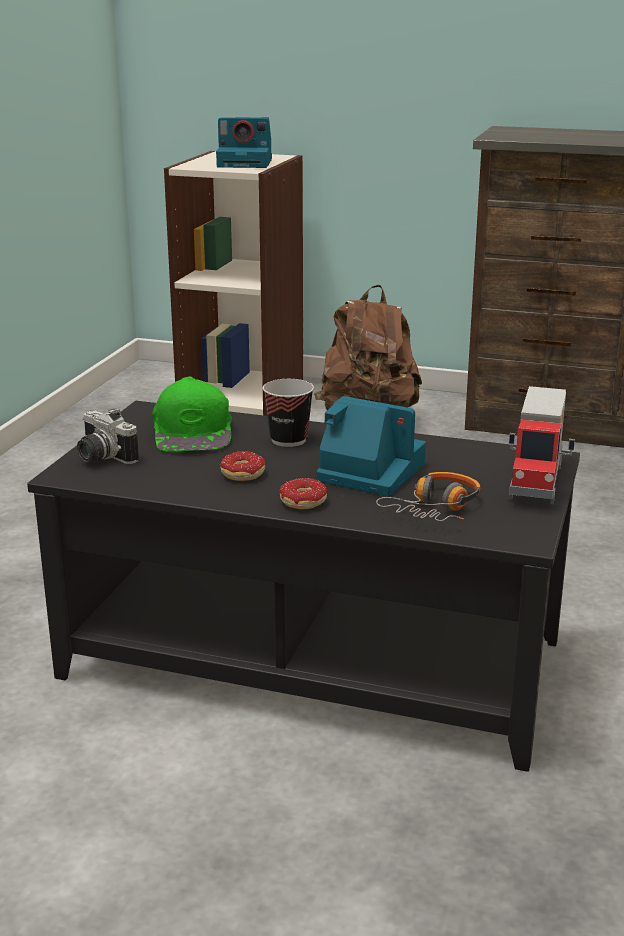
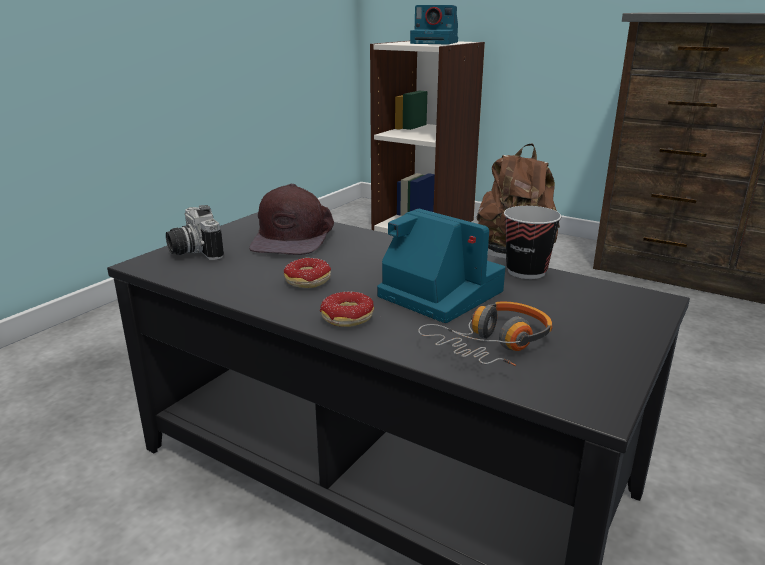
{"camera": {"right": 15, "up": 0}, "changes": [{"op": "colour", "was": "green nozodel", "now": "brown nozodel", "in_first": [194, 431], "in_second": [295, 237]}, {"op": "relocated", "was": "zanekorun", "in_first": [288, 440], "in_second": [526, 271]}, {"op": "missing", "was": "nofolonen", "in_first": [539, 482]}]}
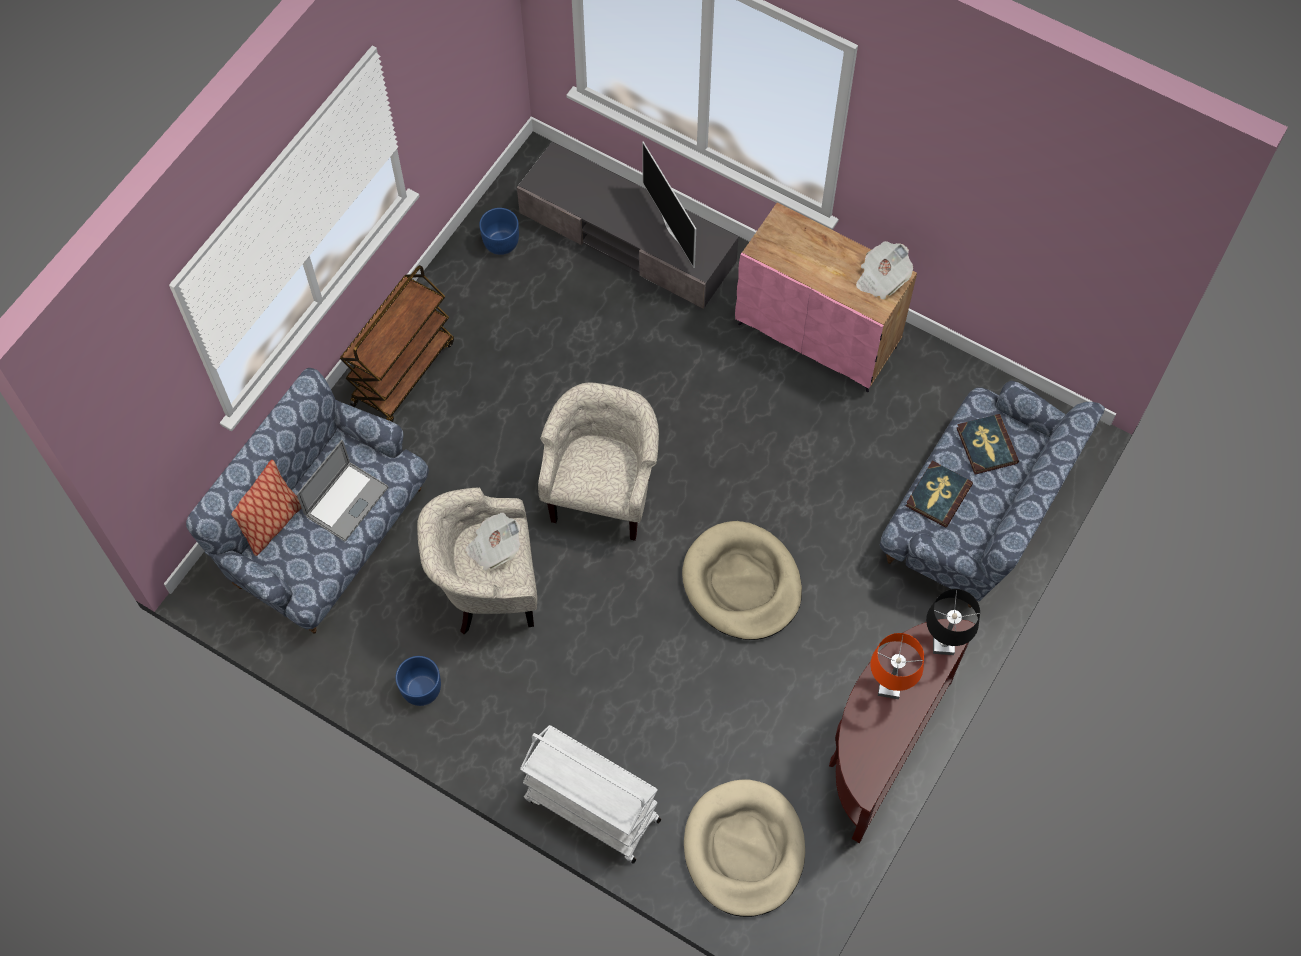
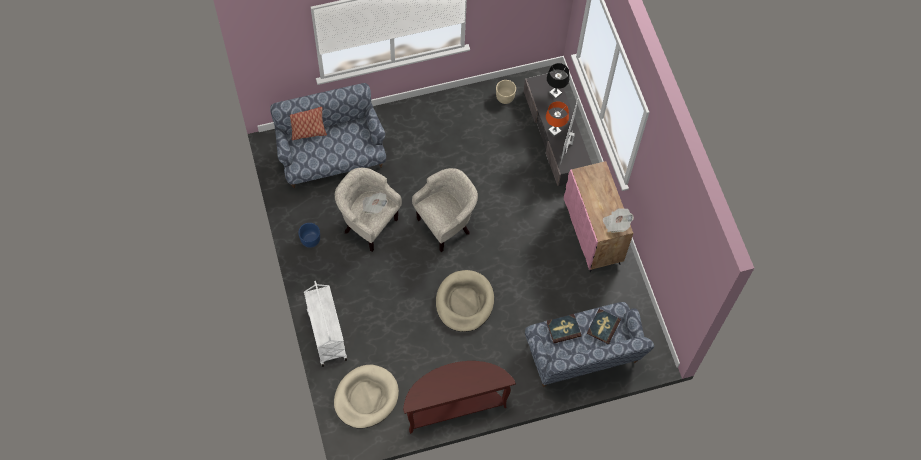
{"camera": {"right": 40, "up": 0}, "changes": [{"op": "colour", "was": "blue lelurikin", "now": "beige lelurikin", "in_first": [501, 243], "in_second": [505, 97]}, {"op": "relocated", "was": "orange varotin", "in_first": [889, 687], "in_second": [554, 131]}, {"op": "relocated", "was": "black varotin", "in_first": [943, 645], "in_second": [555, 94]}, {"op": "missing", "was": "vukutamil", "in_first": [346, 501]}, {"op": "missing", "was": "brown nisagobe", "in_first": [403, 372]}]}
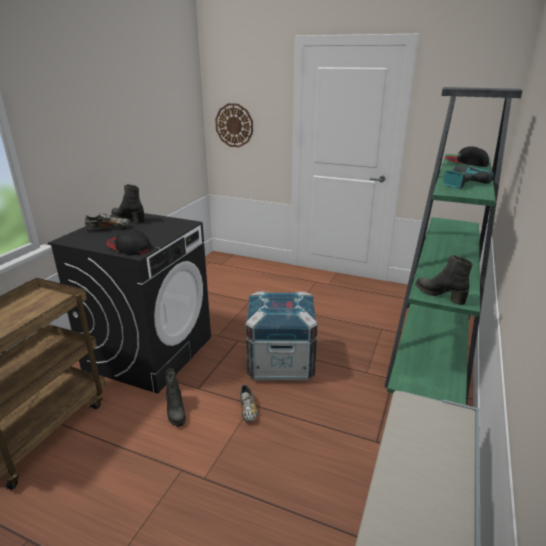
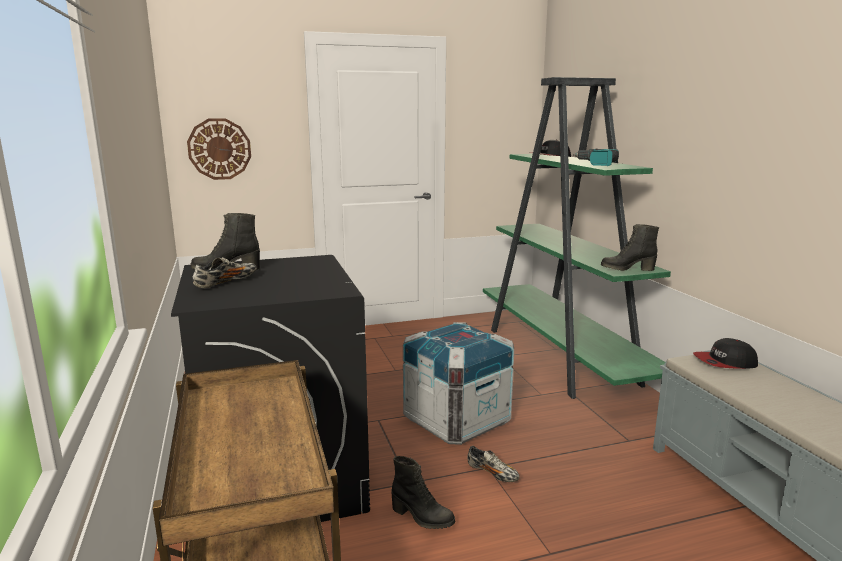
{"camera": {"right": -40, "up": -10}, "changes": [{"op": "relocated", "was": "nozodel", "in_first": [129, 247], "in_second": [725, 362]}]}
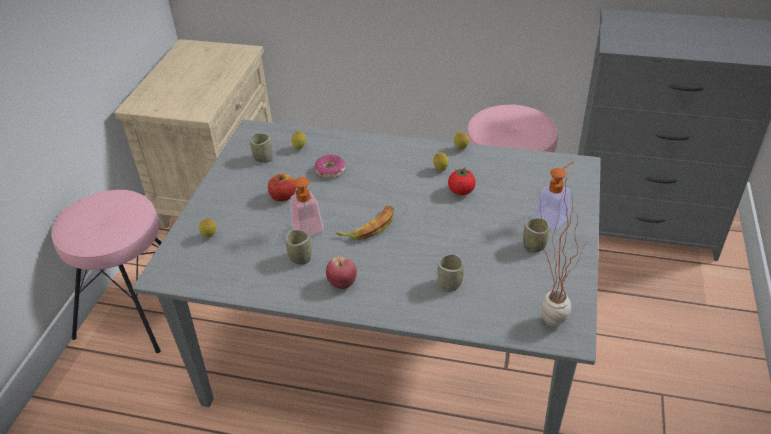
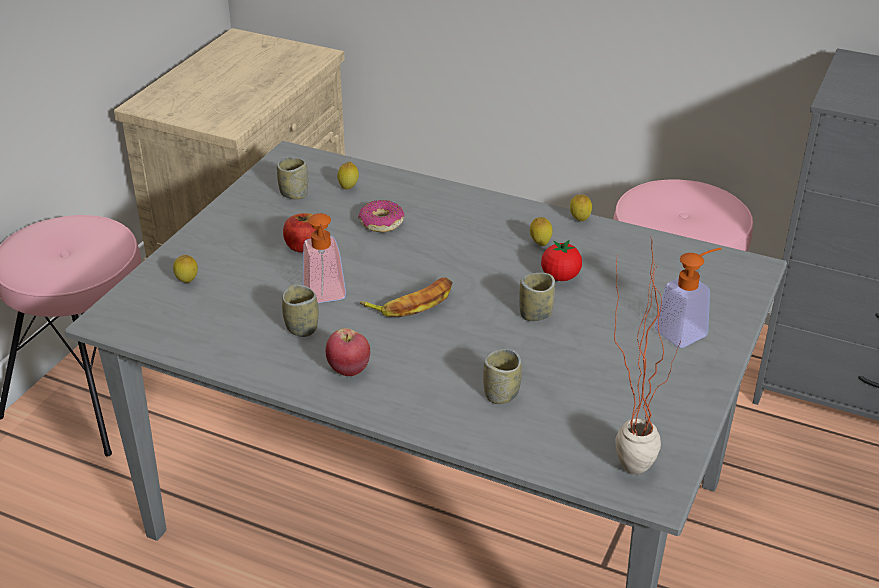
{"camera": {"right": 10, "up": -5}, "changes": [{"op": "relocated", "was": "zanekorun", "in_first": [534, 246], "in_second": [535, 314]}]}
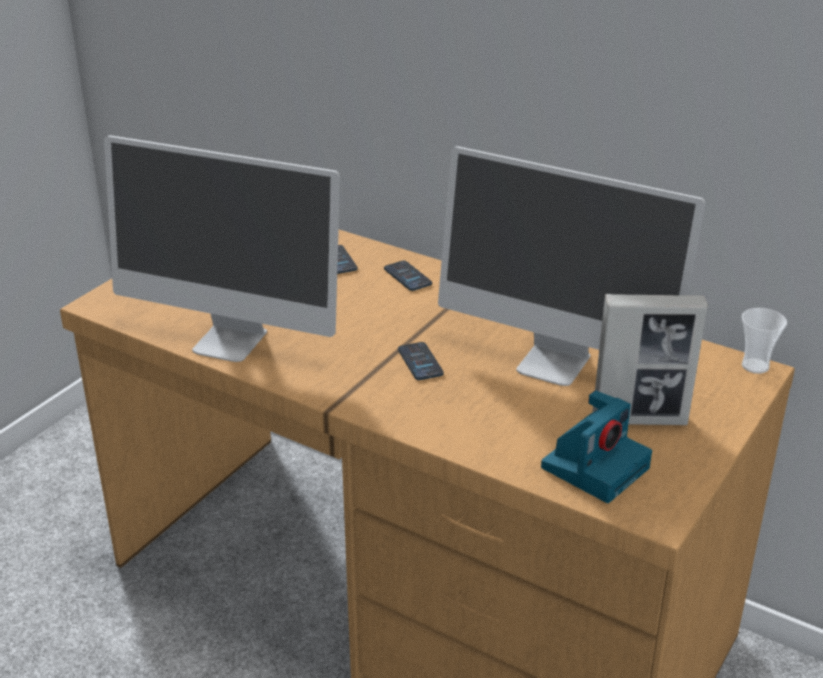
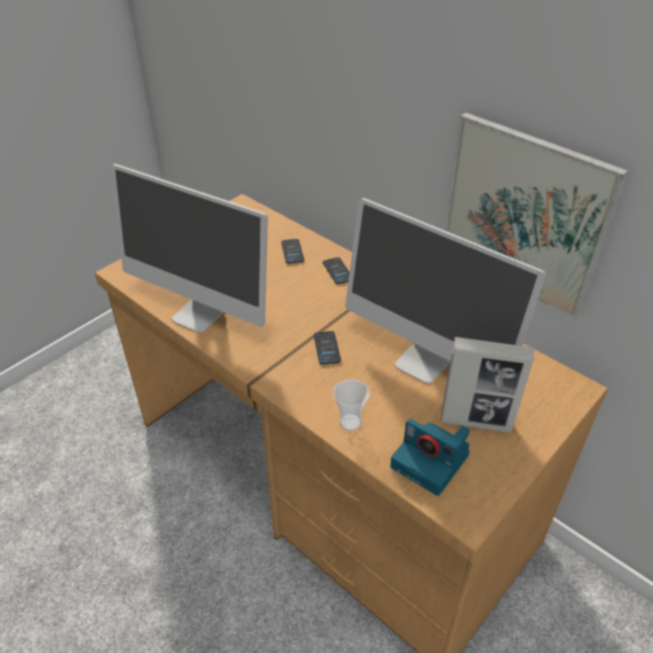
{"camera": {"right": 10, "up": 10}, "changes": [{"op": "relocated", "was": "zanekorun", "in_first": [755, 366], "in_second": [350, 422]}, {"op": "spun", "was": "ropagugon", "in_first": [595, 466], "in_second": [431, 461], "clockwise": 75}, {"op": "appeared", "now": "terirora", "in_second": [524, 215]}]}
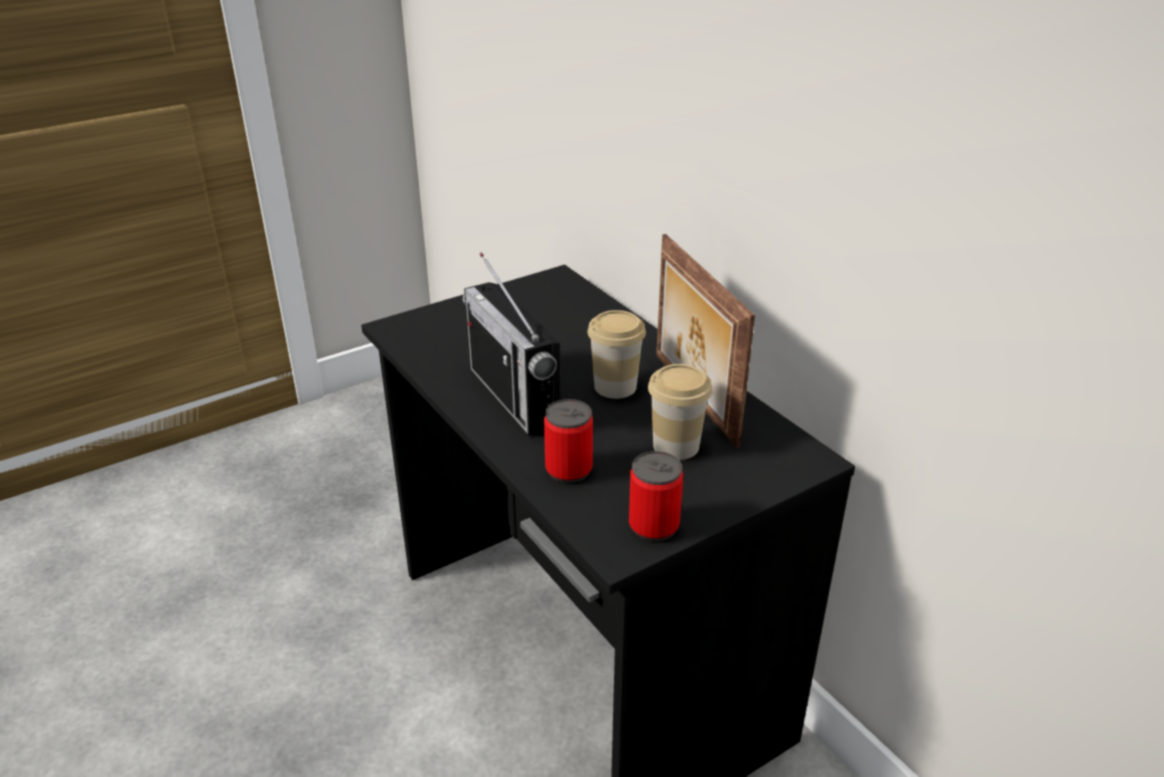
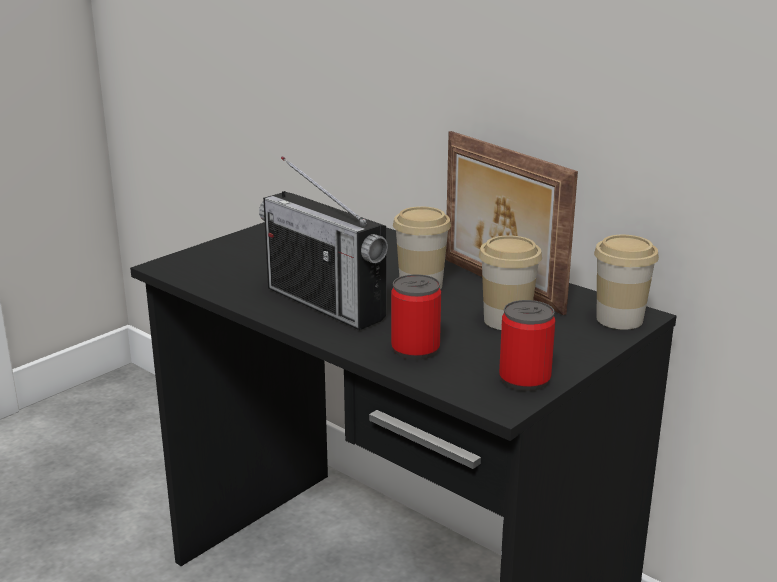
{"camera": {"right": -15, "up": -10}, "changes": [{"op": "appeared", "now": "zanekorun", "in_second": [619, 319]}]}
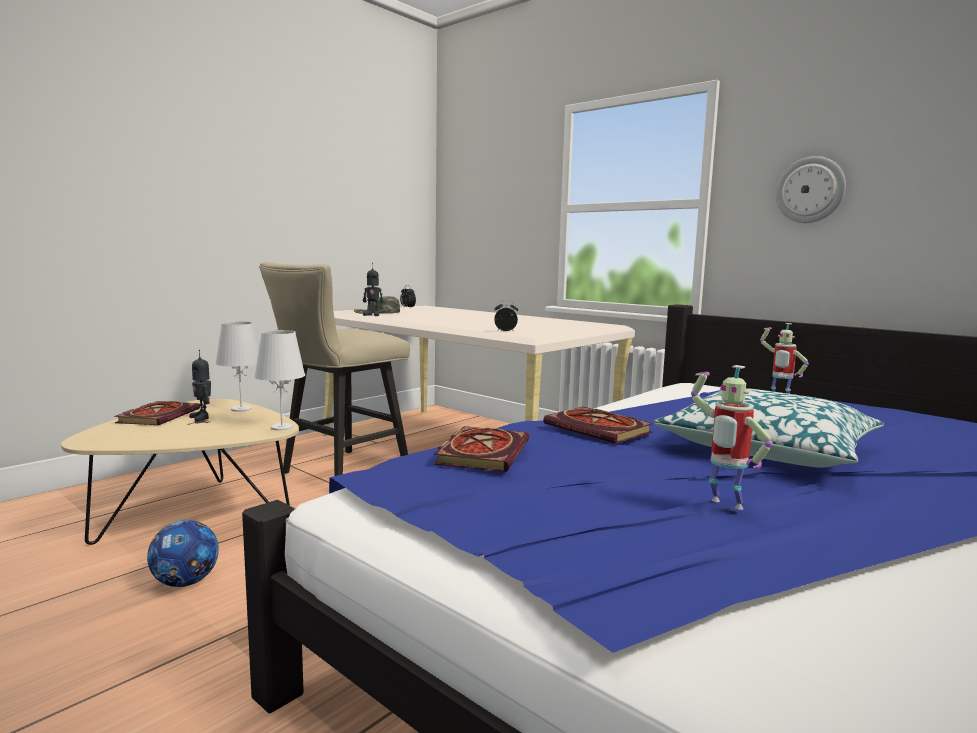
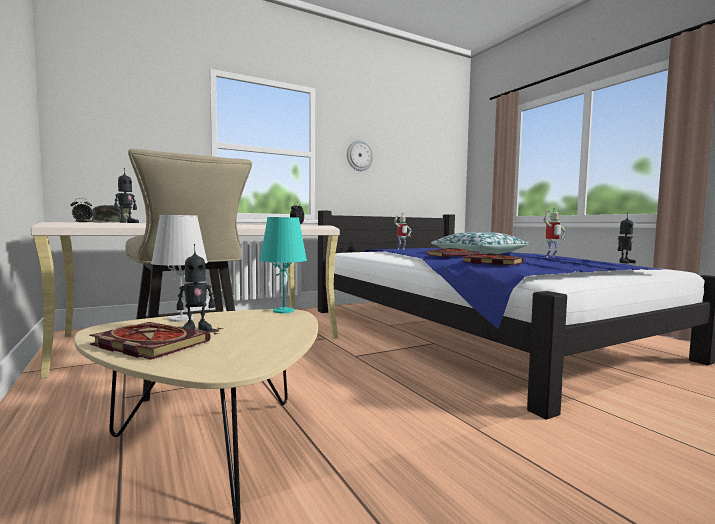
{"camera": {"right": -70, "up": -5}, "changes": [{"op": "colour", "was": "white varotin", "now": "turquoise varotin", "in_first": [281, 427], "in_second": [283, 311]}, {"op": "appeared", "now": "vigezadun", "in_second": [624, 262]}, {"op": "missing", "was": "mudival", "in_first": [185, 582]}]}
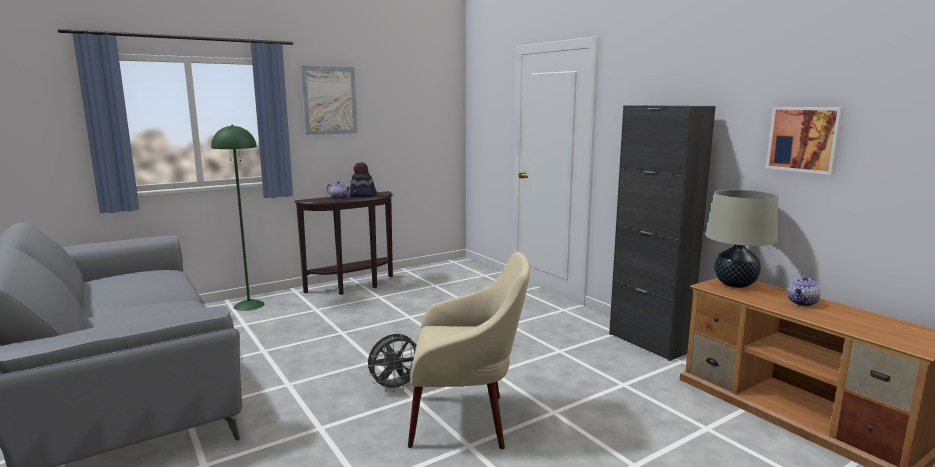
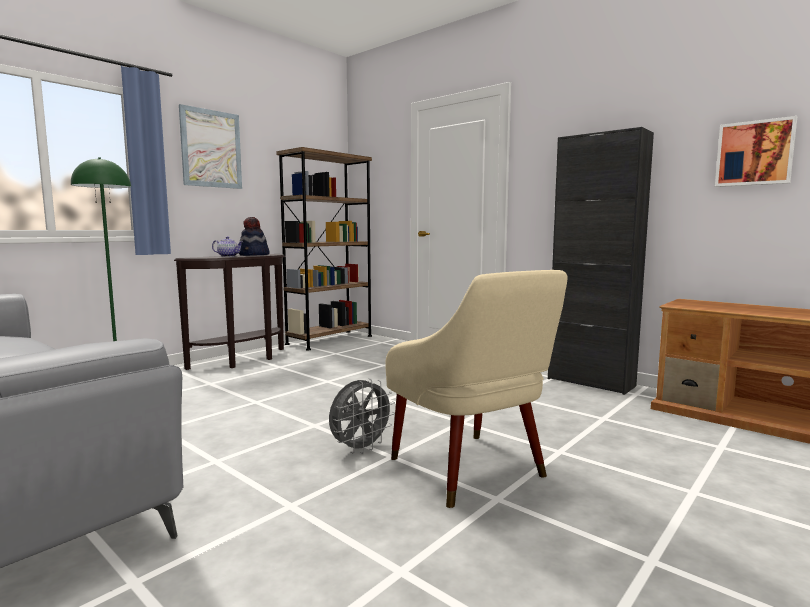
{"camera": {"right": -15, "up": -5}, "changes": [{"op": "appeared", "now": "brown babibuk", "in_second": [330, 340]}, {"op": "spun", "was": "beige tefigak", "in_first": [467, 420], "in_second": [472, 472], "clockwise": 75}, {"op": "missing", "was": "beige varotin", "in_first": [735, 284]}, {"op": "missing", "was": "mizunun", "in_first": [802, 303]}]}
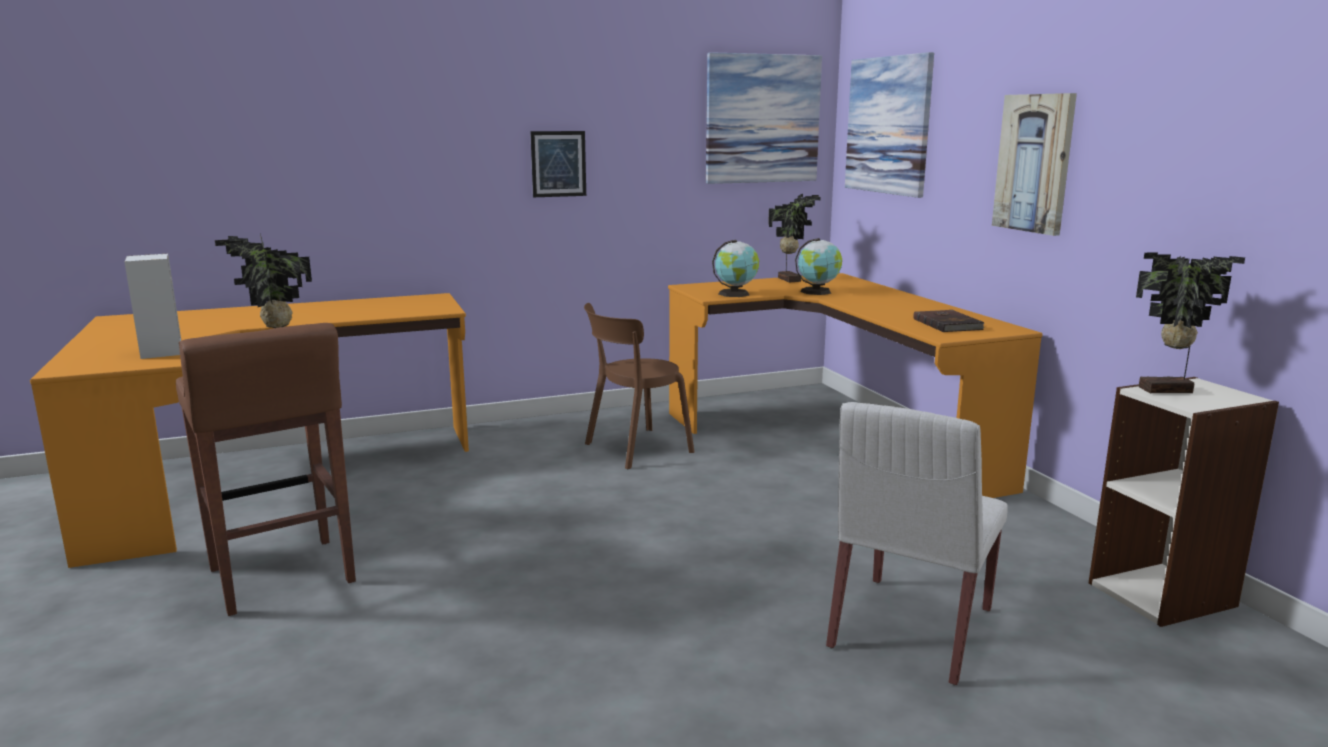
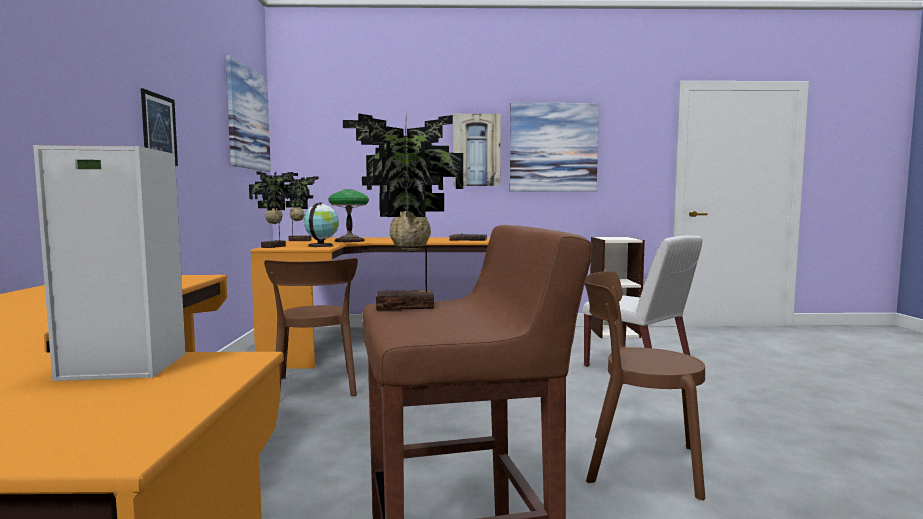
{"camera": {"right": -70, "up": -10}, "changes": [{"op": "relocated", "was": "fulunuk", "in_first": [1168, 391], "in_second": [275, 247]}, {"op": "exchanged", "was": "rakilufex", "now": "varotin", "in_first": [818, 292], "in_second": [349, 241]}, {"op": "relocated", "was": "terirora", "in_first": [888, 125], "in_second": [553, 148]}, {"op": "appeared", "now": "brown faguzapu", "in_second": [635, 463]}]}
